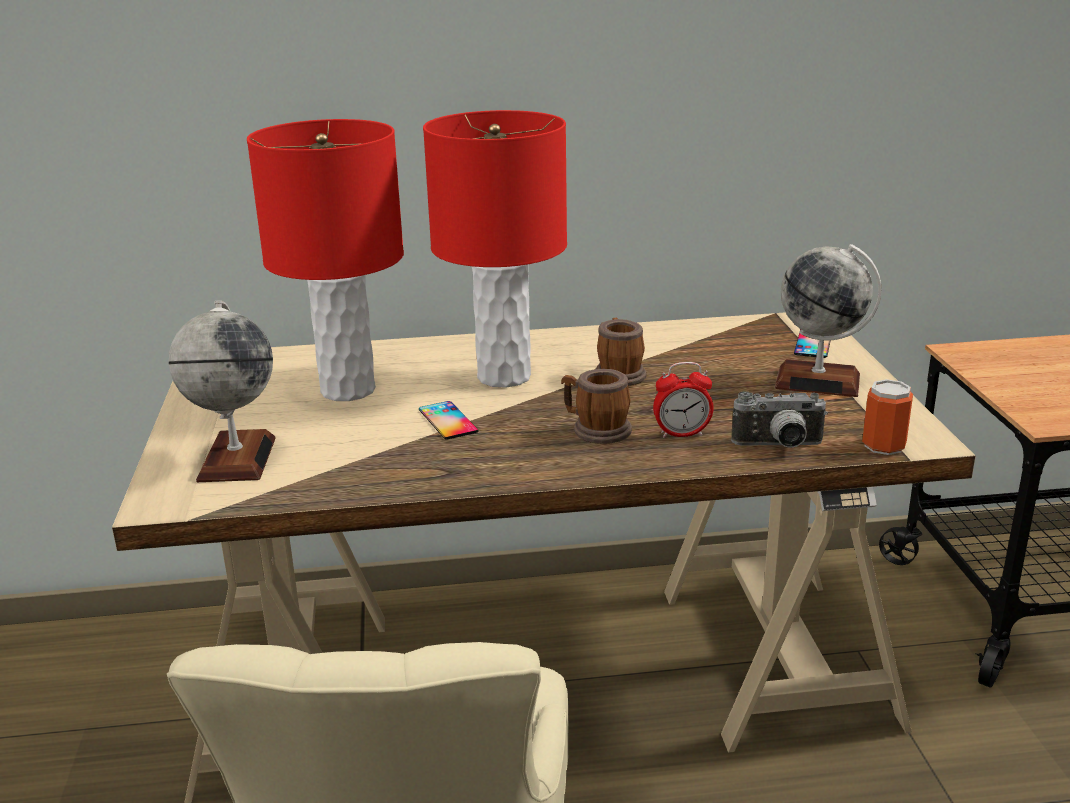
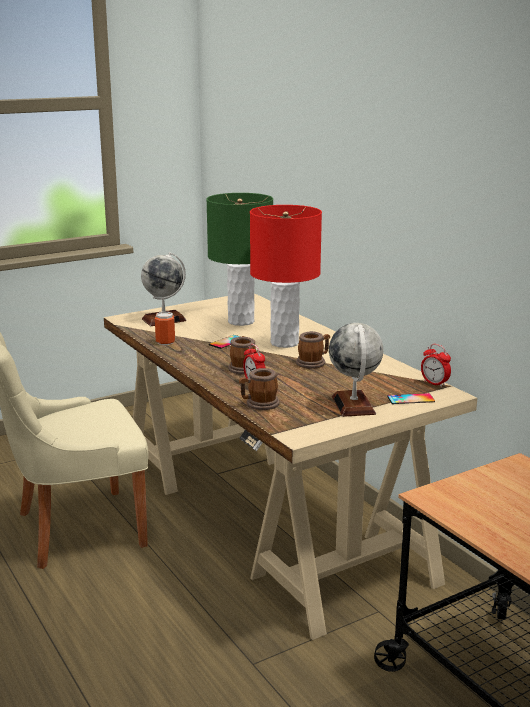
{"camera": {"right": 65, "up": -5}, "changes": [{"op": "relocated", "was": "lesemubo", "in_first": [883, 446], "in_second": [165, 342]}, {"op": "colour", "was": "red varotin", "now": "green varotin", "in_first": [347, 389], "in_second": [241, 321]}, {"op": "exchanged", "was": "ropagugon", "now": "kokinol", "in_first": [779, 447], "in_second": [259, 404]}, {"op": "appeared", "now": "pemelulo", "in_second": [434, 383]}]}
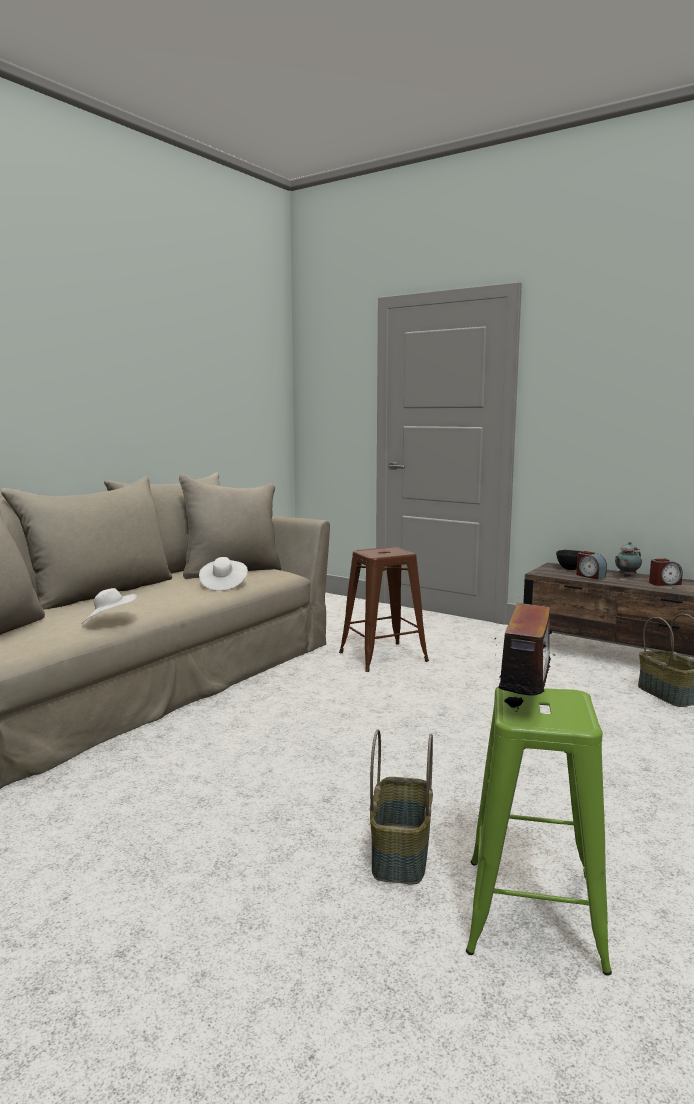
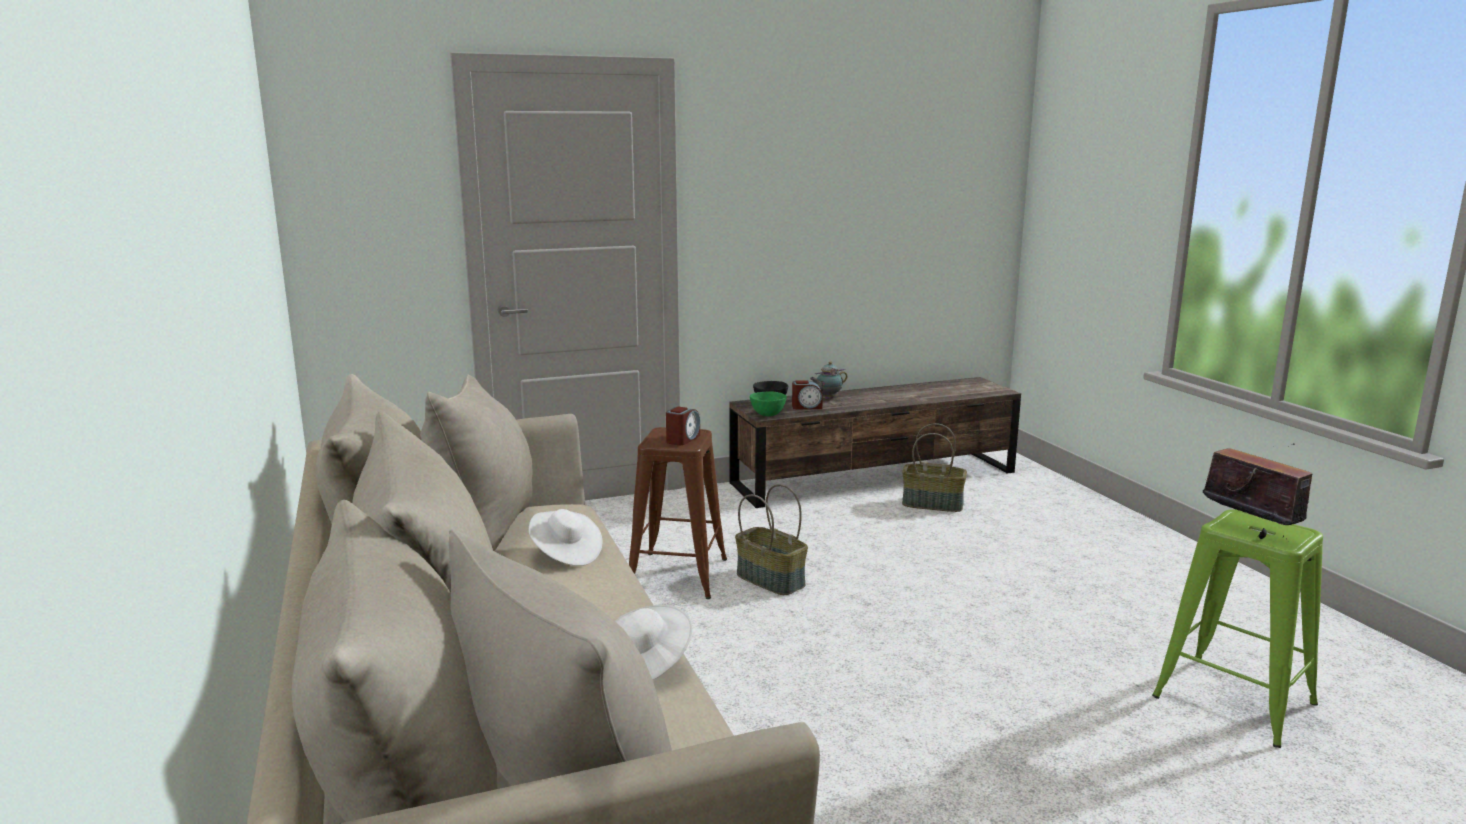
{"camera": {"right": -55, "up": 5}, "changes": [{"op": "relocated", "was": "pemelulo", "in_first": [664, 583], "in_second": [683, 439]}, {"op": "relocated", "was": "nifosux", "in_first": [402, 854], "in_second": [771, 580]}, {"op": "appeared", "now": "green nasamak", "in_second": [767, 415]}, {"op": "spun", "was": "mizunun", "in_first": [626, 576], "in_second": [827, 398], "clockwise": 60}]}
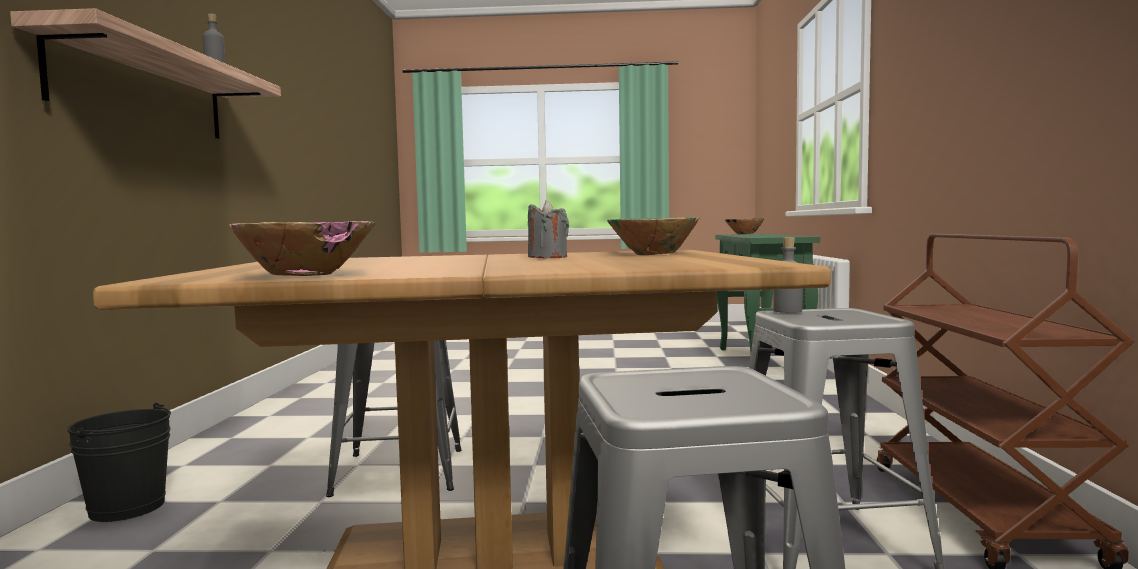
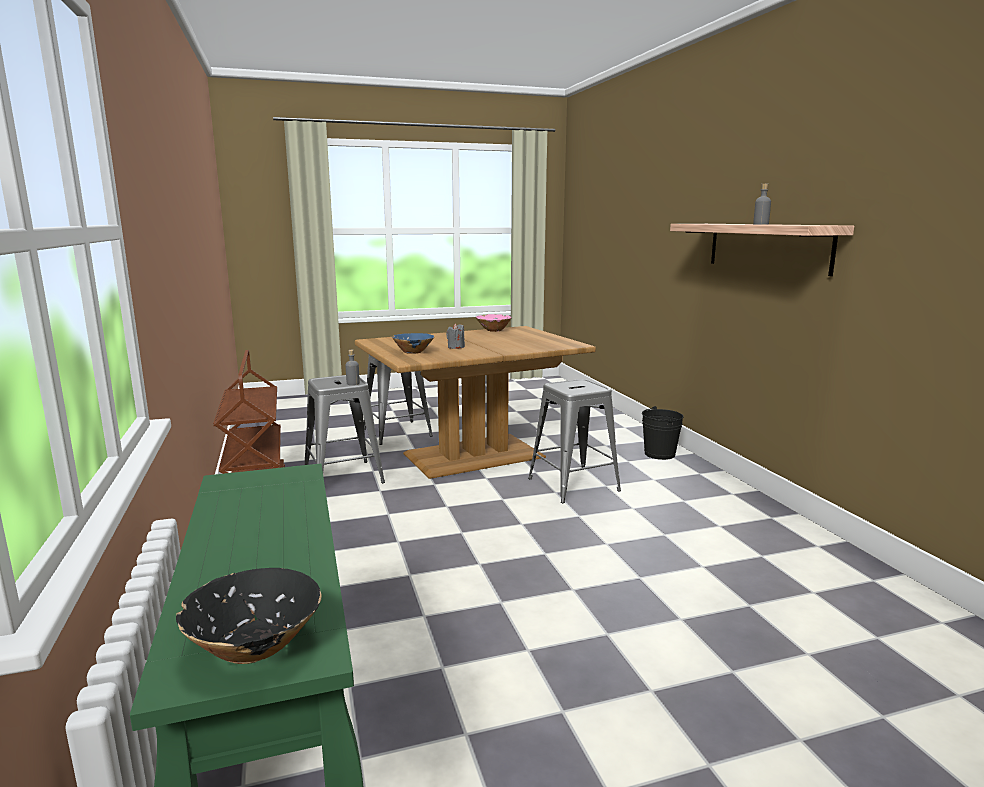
{"camera": {"right": 160, "up": 10}, "changes": [{"op": "colour", "was": "green nasamak", "now": "blue nasamak", "in_first": [653, 254], "in_second": [413, 352]}]}
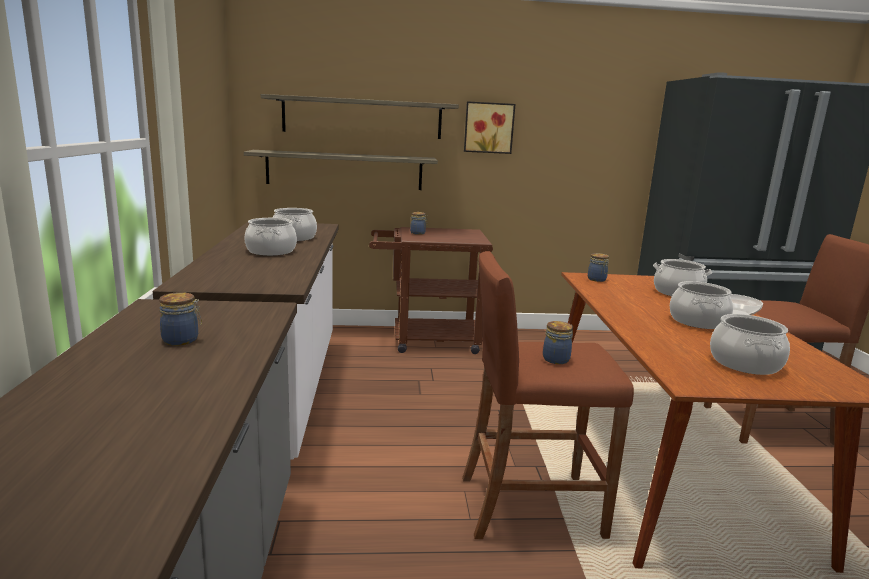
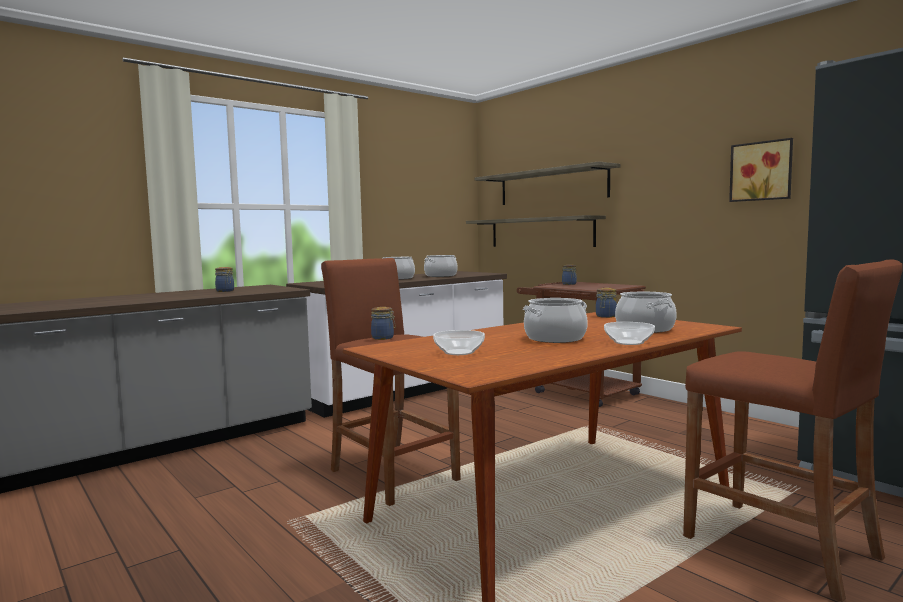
{"camera": {"right": 55, "up": -10}, "changes": [{"op": "exchanged", "was": "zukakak", "now": "nasamak", "in_first": [744, 363], "in_second": [459, 352]}, {"op": "relocated", "was": "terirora", "in_first": [488, 127], "in_second": [761, 171]}]}
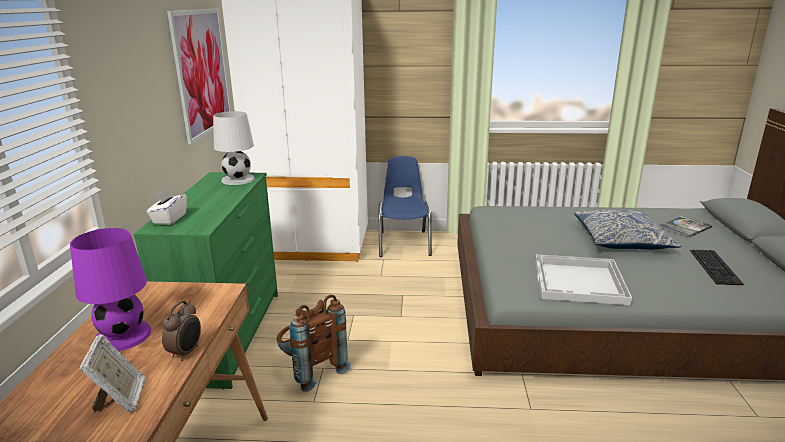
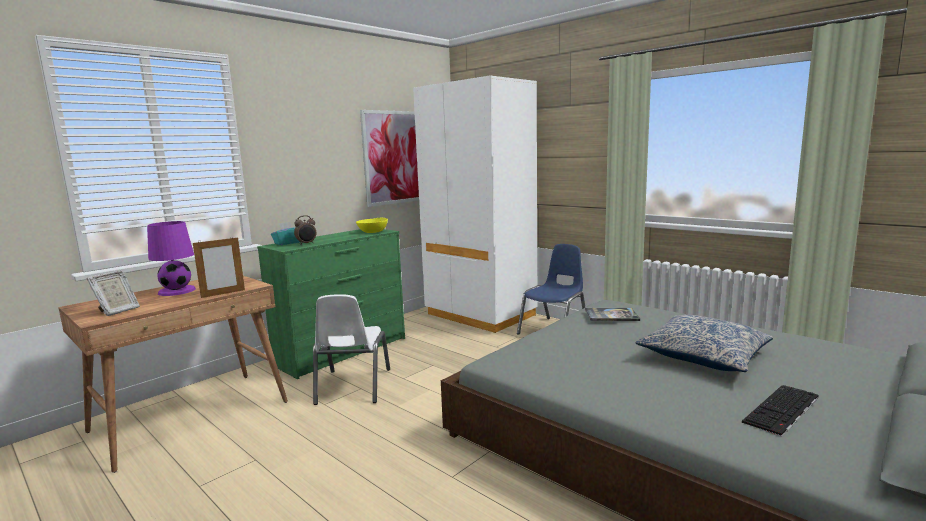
{"camera": {"right": 40, "up": -10}, "changes": [{"op": "appeared", "now": "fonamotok", "in_second": [223, 293]}, {"op": "colour", "was": "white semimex", "now": "turquoise semimex", "in_first": [169, 219], "in_second": [287, 243]}, {"op": "relocated", "was": "pemelulo", "in_first": [186, 352], "in_second": [306, 244]}, {"op": "exchanged", "was": "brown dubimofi", "now": "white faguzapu", "in_first": [311, 369], "in_second": [352, 386]}, {"op": "exchanged", "was": "white varotin", "now": "yellow nasamak", "in_first": [238, 180], "in_second": [372, 232]}, {"op": "relocated", "was": "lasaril", "in_first": [685, 227], "in_second": [611, 315]}, {"op": "missing", "was": "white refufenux", "in_first": [580, 282]}]}
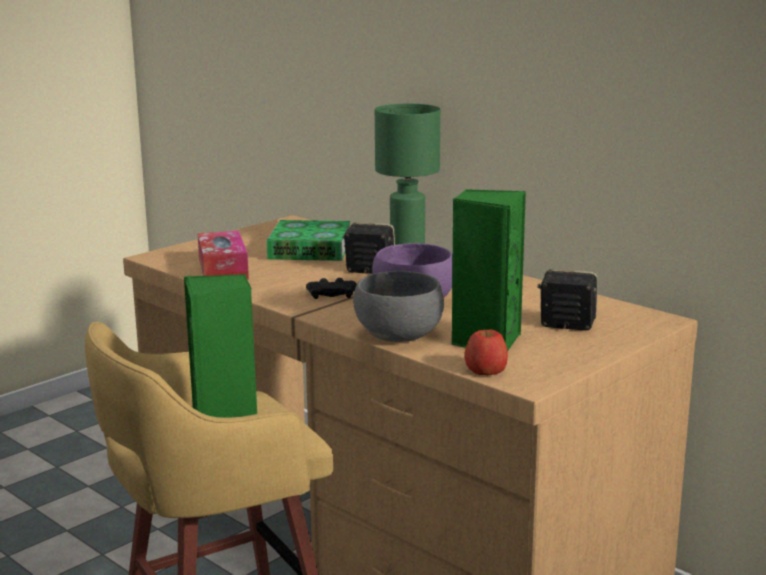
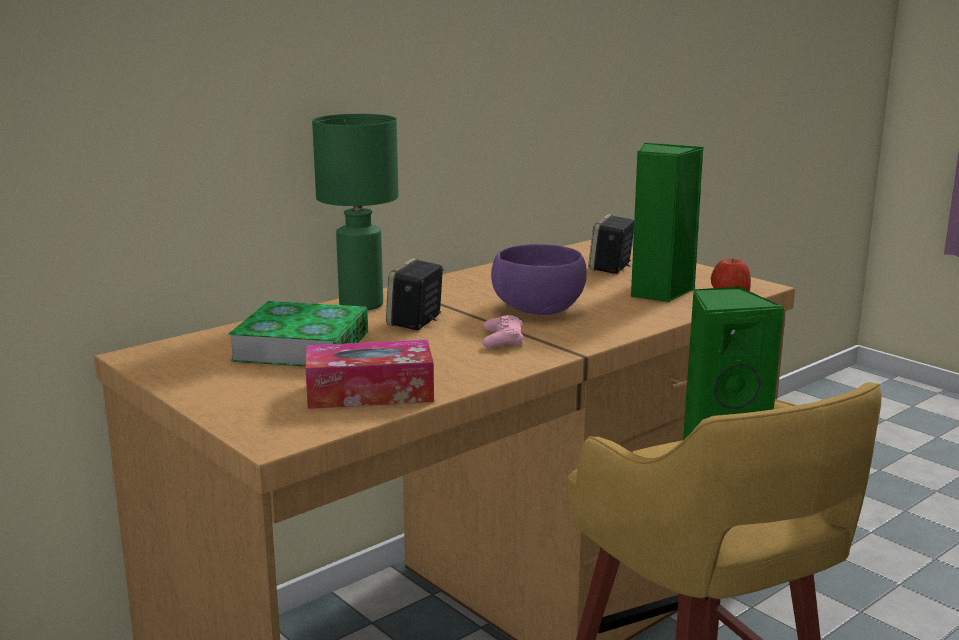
{"camera": {"right": -85, "up": 0}, "changes": [{"op": "colour", "was": "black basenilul", "now": "pink basenilul", "in_first": [331, 294], "in_second": [502, 339]}, {"op": "missing", "was": "grey nasamak", "in_first": [399, 334]}]}
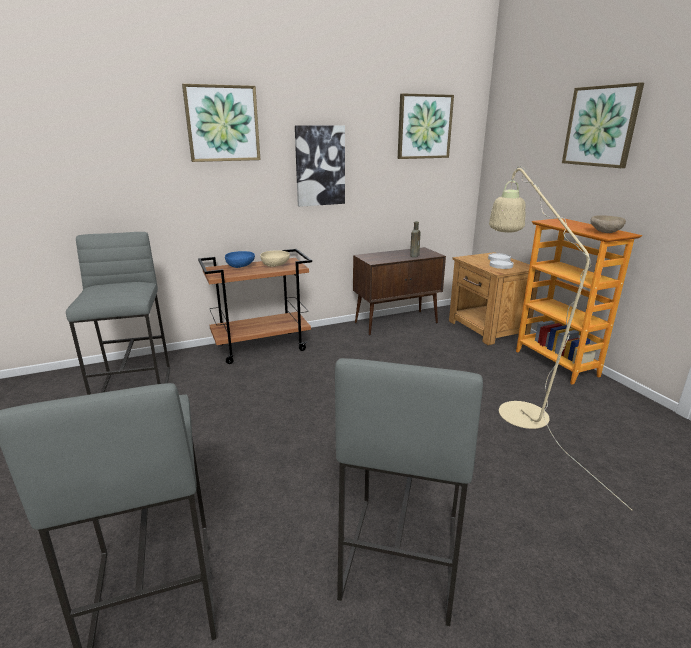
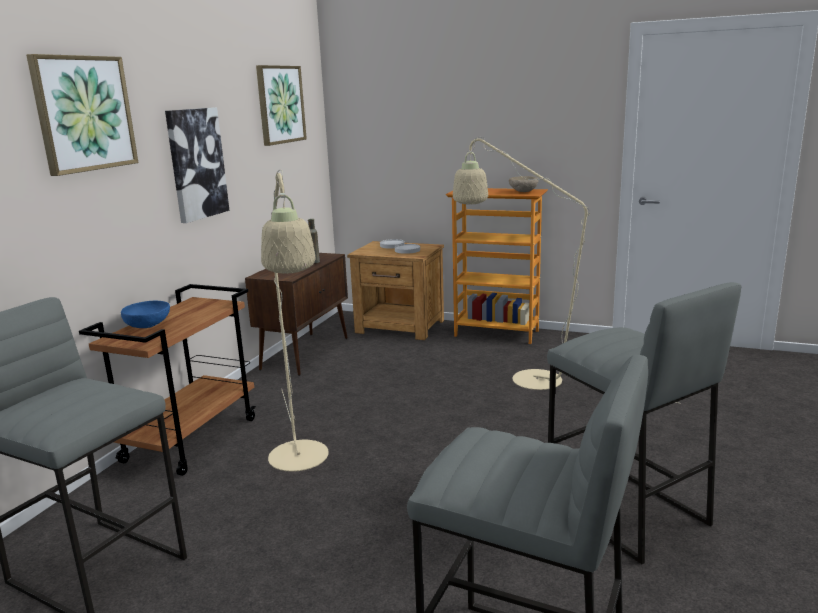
{"camera": {"right": -45, "up": -5}, "changes": [{"op": "appeared", "now": "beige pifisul", "in_second": [301, 463]}, {"op": "missing", "was": "beige nasamak", "in_first": [275, 266]}, {"op": "missing", "was": "terirora", "in_first": [601, 126]}]}
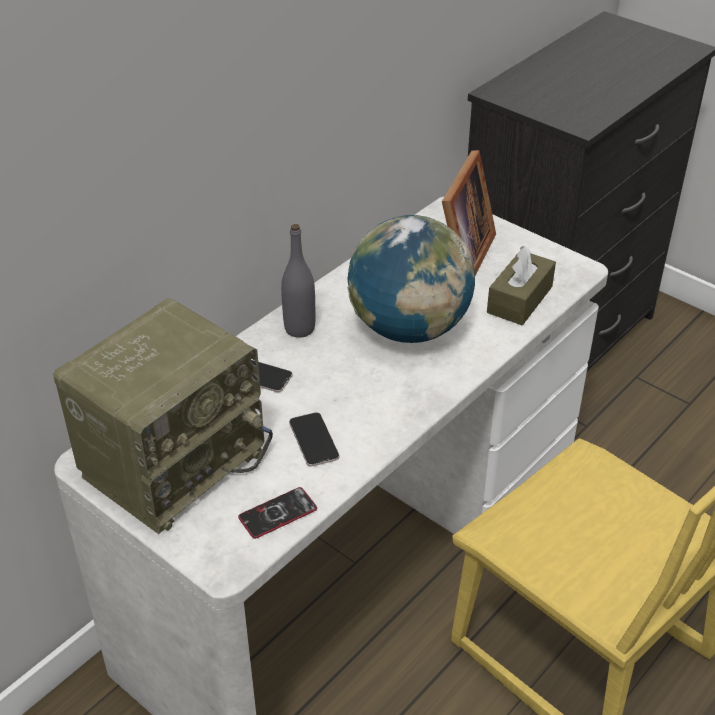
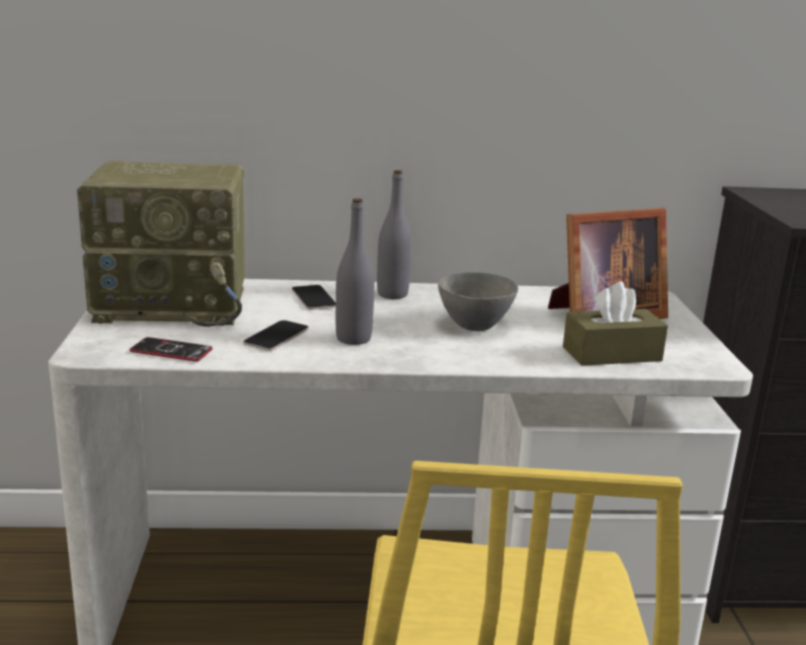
{"camera": {"right": 45, "up": -20}, "changes": [{"op": "appeared", "now": "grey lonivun", "in_second": [353, 339]}, {"op": "exchanged", "was": "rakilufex", "now": "grey nasamak", "in_first": [409, 329], "in_second": [475, 327]}]}
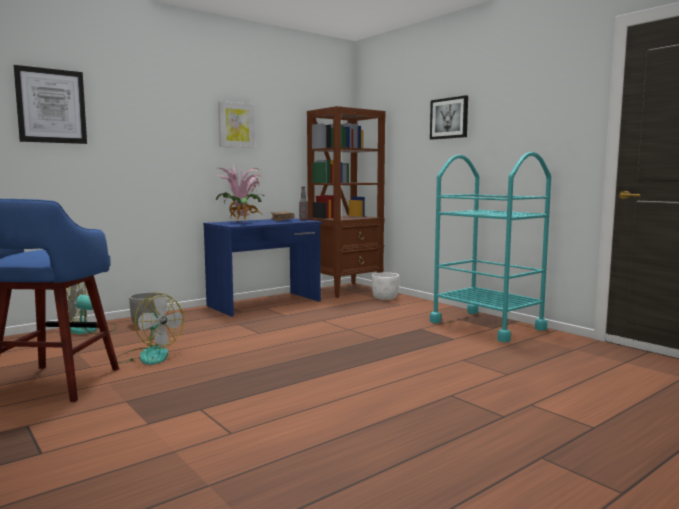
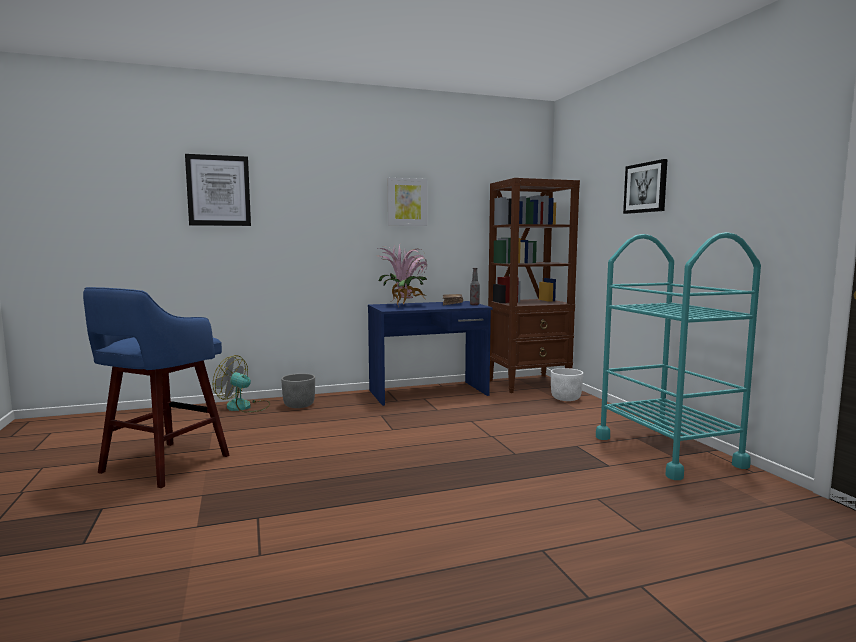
{"camera": {"right": 20, "up": 0}, "changes": [{"op": "missing", "was": "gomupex", "in_first": [148, 356]}]}
